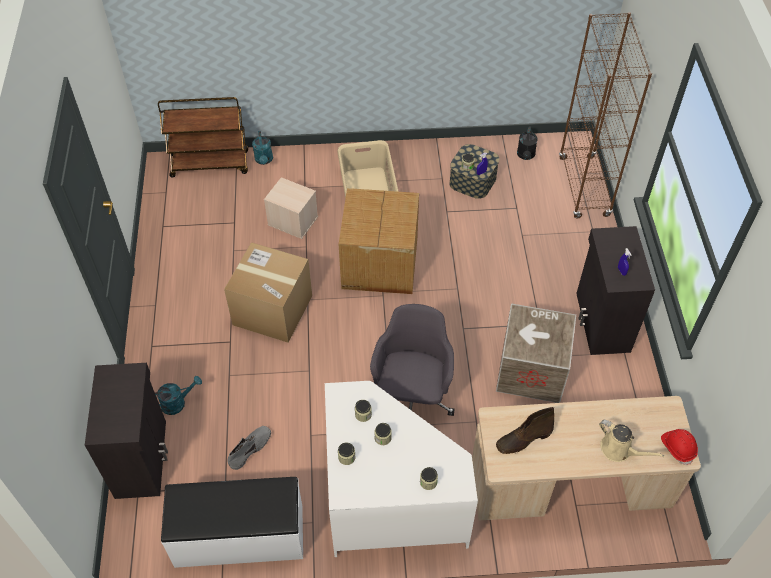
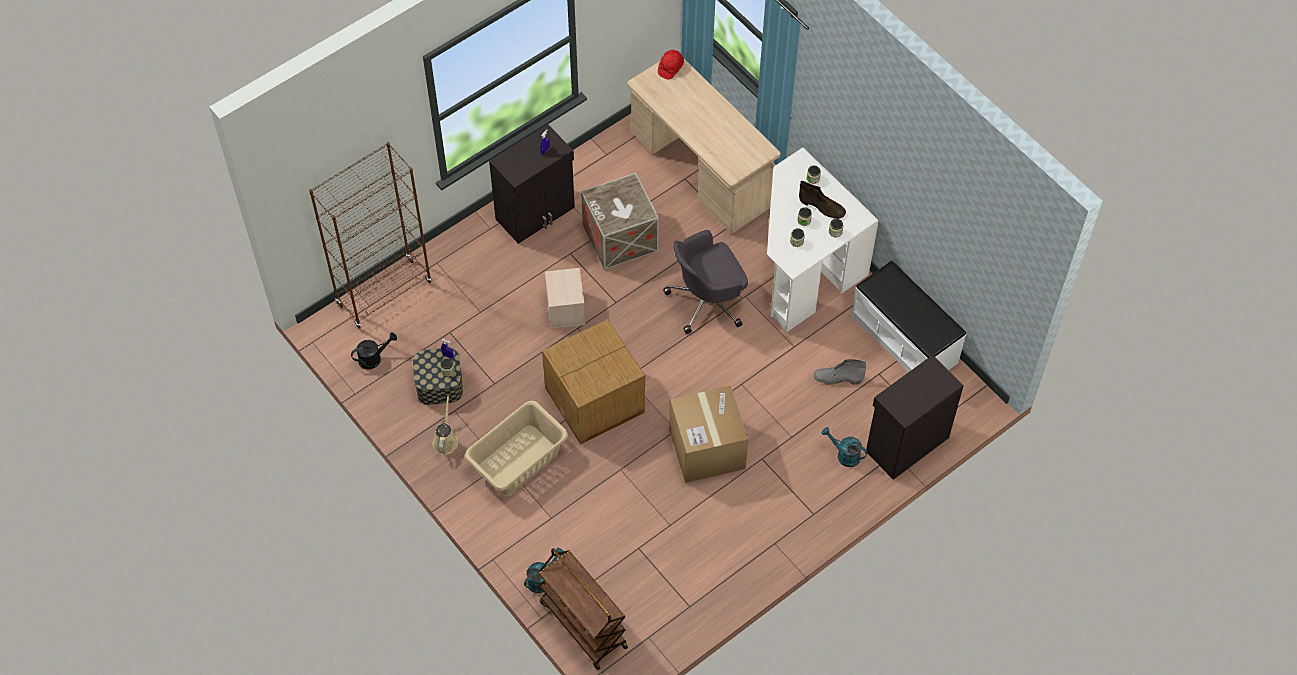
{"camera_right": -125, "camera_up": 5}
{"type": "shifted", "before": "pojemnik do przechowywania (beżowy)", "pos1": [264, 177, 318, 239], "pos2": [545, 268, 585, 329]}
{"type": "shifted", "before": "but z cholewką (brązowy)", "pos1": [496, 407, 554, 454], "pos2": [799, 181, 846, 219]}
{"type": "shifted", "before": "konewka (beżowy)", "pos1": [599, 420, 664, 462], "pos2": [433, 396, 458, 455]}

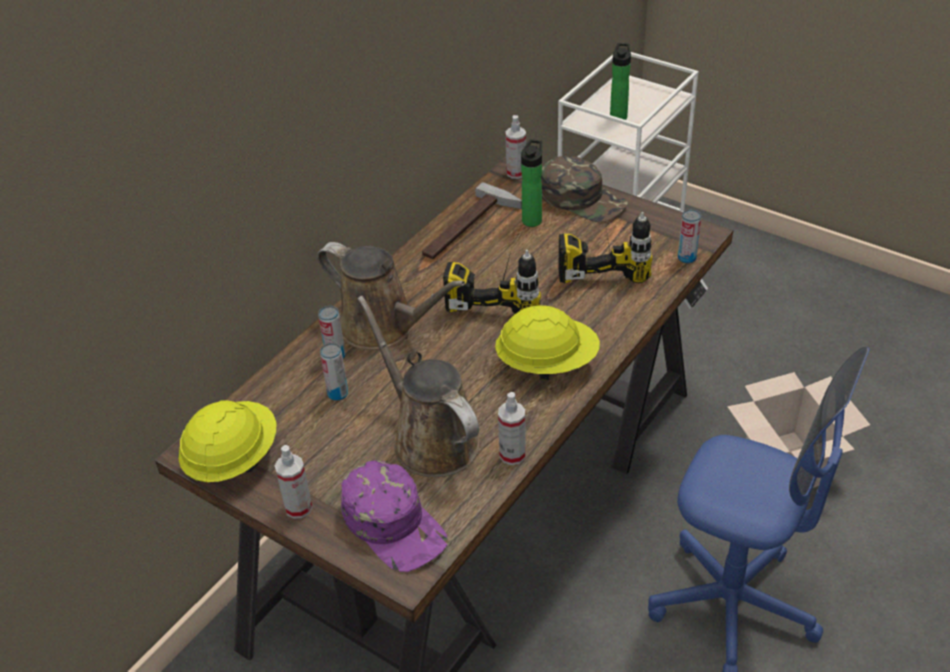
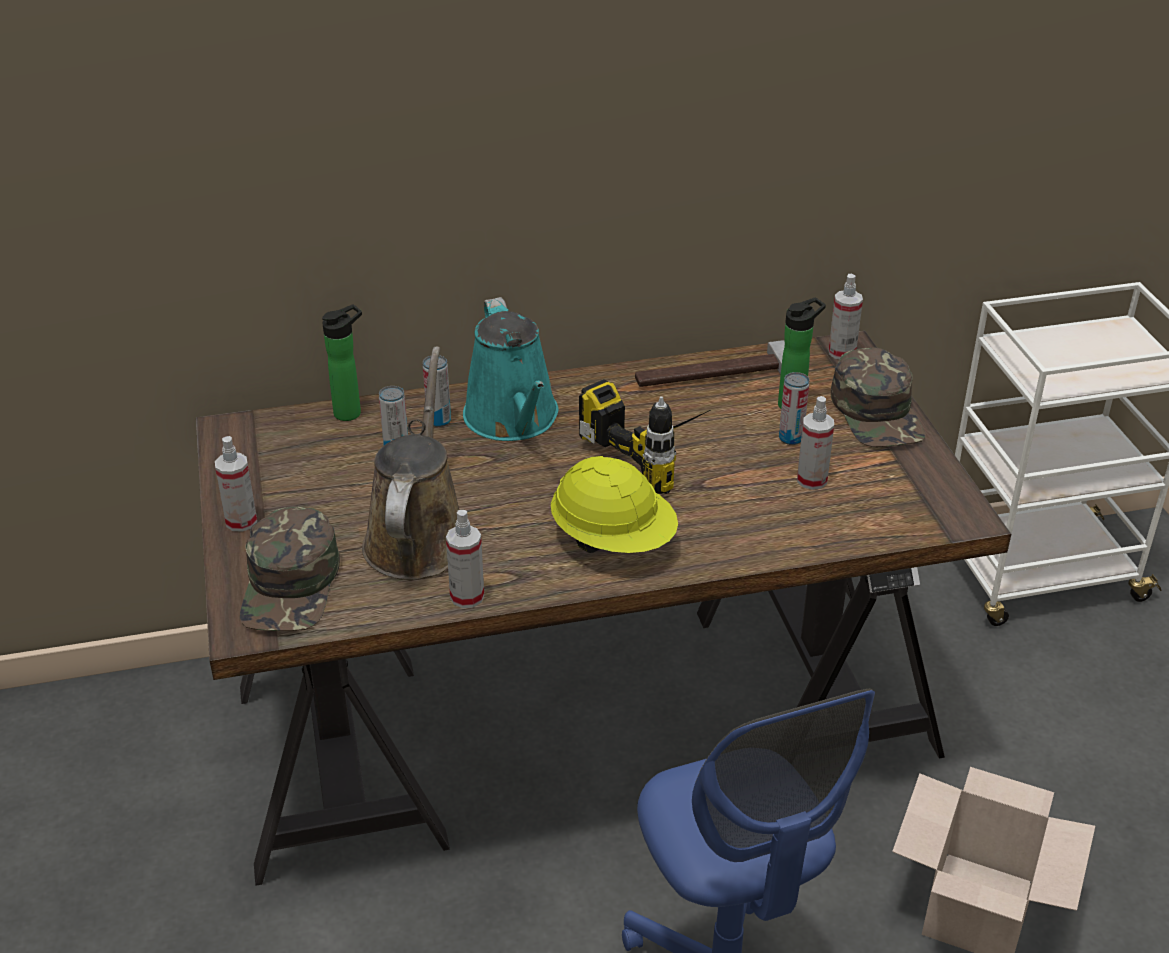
{"camera_right": 40, "camera_up": -5}
{"type": "shifted", "before": "butelka", "pos1": [610, 43, 631, 120], "pos2": [322, 304, 362, 421]}
{"type": "shifted", "before": "puszka", "pos1": [678, 209, 701, 264], "pos2": [779, 372, 810, 445]}
{"type": "swapped", "before": "wiertarka", "after": "spryskiwacz", "pos1": [559, 212, 652, 283], "pos2": [797, 396, 834, 490]}
{"type": "repainted", "before": "konewka (brązowy)", "after": "konewka (turkusowy)", "pos1": [317, 242, 465, 350], "pos2": [463, 297, 559, 441]}
{"type": "gone", "before": "kask (żółty)", "pos1": [178, 400, 276, 482]}
{"type": "repainted", "before": "czapka z daszkiem (fioletowy)", "after": "czapka z daszkiem (zielony)", "pos1": [341, 461, 448, 572], "pos2": [240, 507, 340, 631]}

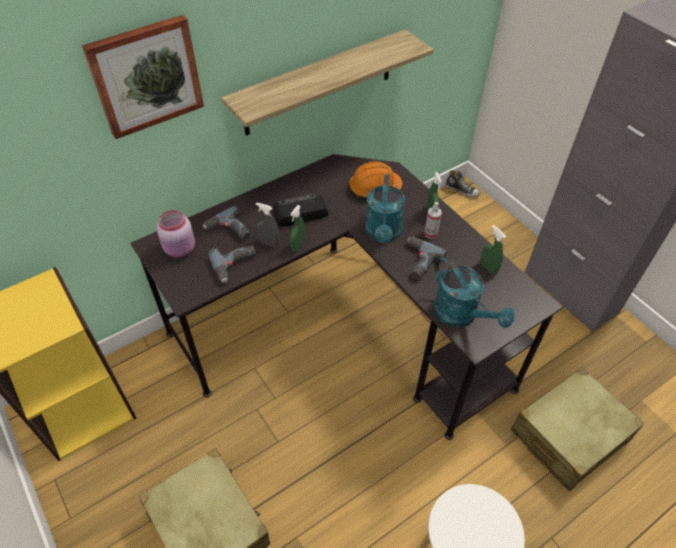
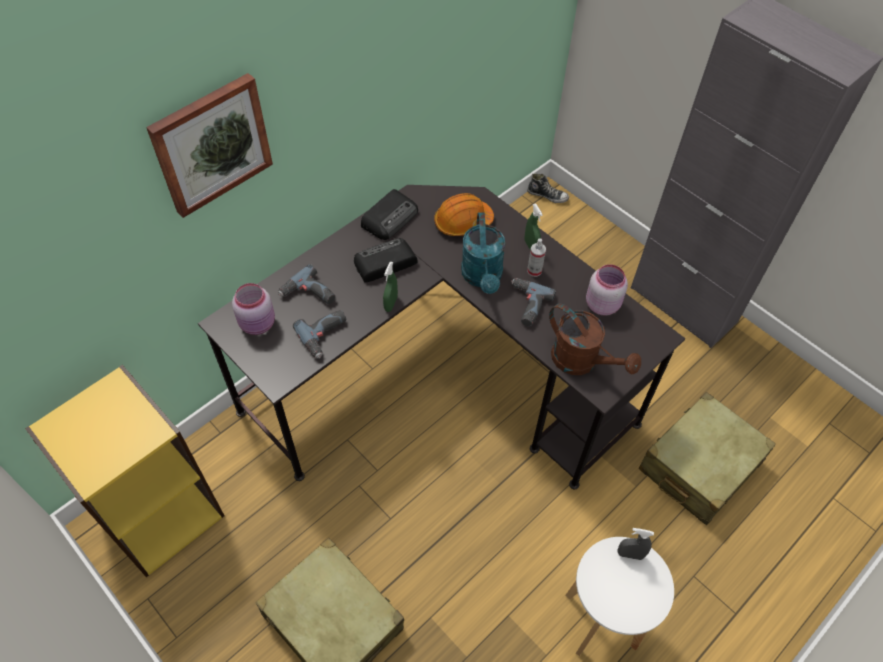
{"camera_right": -10, "camera_up": 5}
{"type": "gone", "before": "półka", "pos1": [221, 30, 434, 136]}
{"type": "shifted", "before": "spryskiwacz (szary)", "pos1": [256, 203, 279, 247], "pos2": [617, 528, 654, 560]}
{"type": "swapped", "before": "spryskiwacz (zielony)", "after": "słoik (różowy)", "pos1": [480, 225, 506, 275], "pos2": [586, 264, 628, 315]}
{"type": "repainted", "before": "konewka (turkusowy)", "after": "konewka (brązowy)", "pos1": [434, 257, 514, 328], "pos2": [549, 303, 641, 375]}
{"type": "new", "after": "radio", "pos2": [361, 189, 418, 240]}

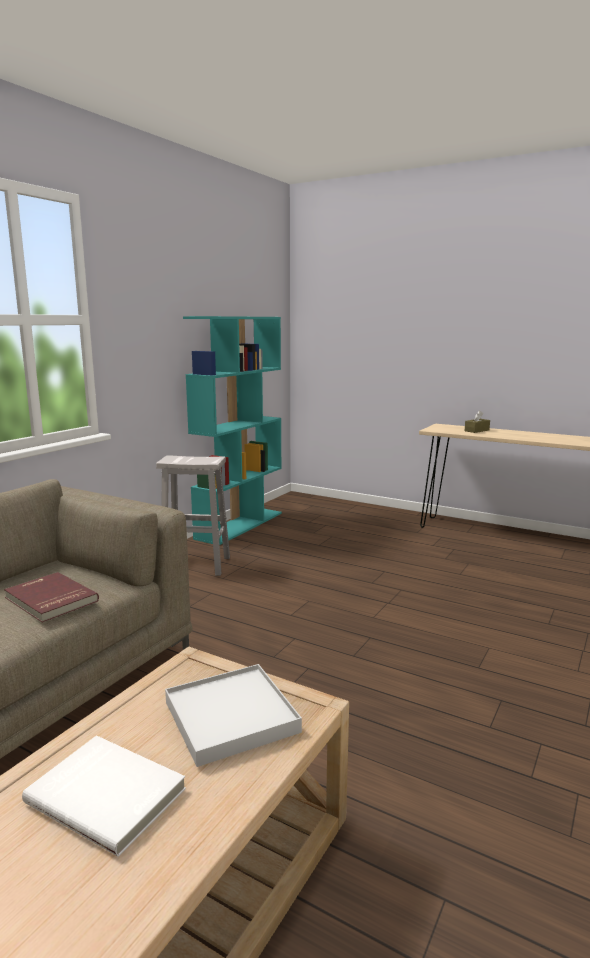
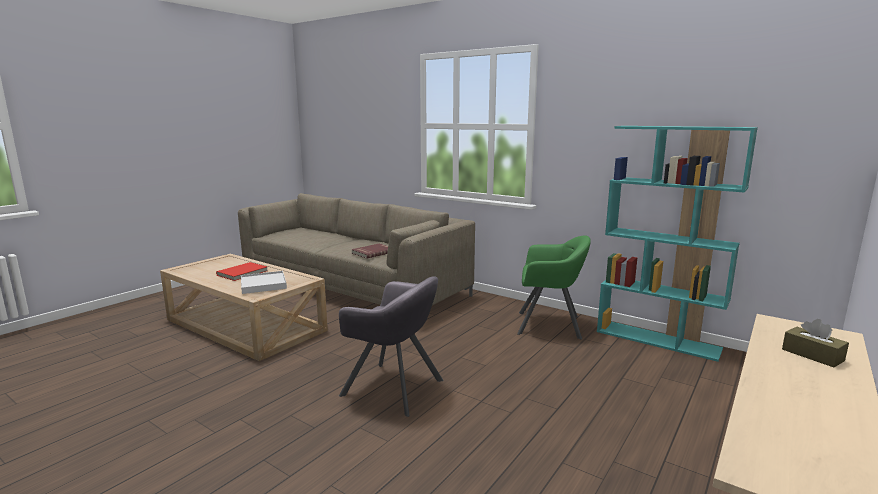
{"camera_right": 95, "camera_up": 0}
{"type": "swapped", "before": "stołek (biały)", "after": "fotel (zielony)", "pos1": [156, 455, 230, 576], "pos2": [517, 236, 591, 339]}
{"type": "repainted", "before": "książka (biały)", "after": "książka (czerwony)", "pos1": [22, 735, 186, 857], "pos2": [216, 262, 267, 281]}
{"type": "new", "after": "fotel (szary)", "pos2": [339, 276, 443, 417]}

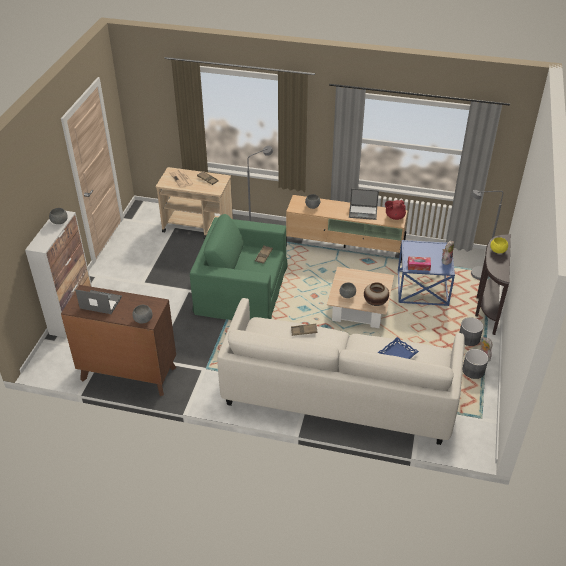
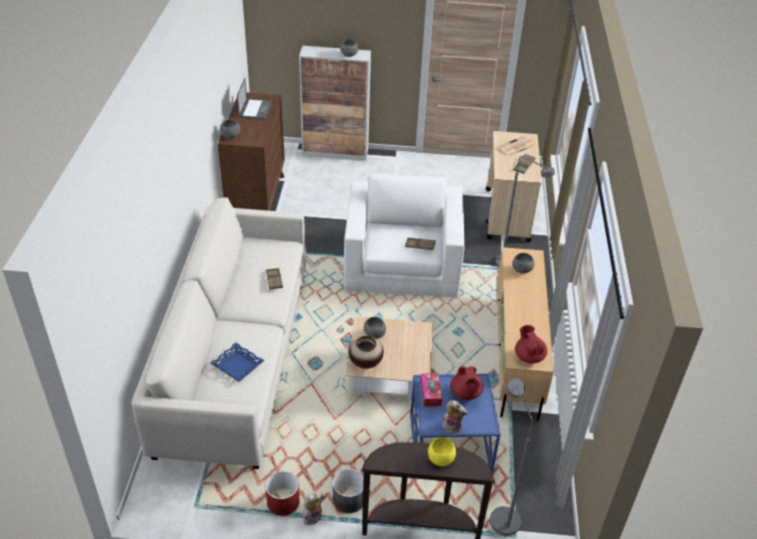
{"camera_right": 80, "camera_up": 0}
{"type": "gone", "before": "laptop", "pos1": [349, 189, 379, 220]}
{"type": "repainted", "before": "fotel (zielony)", "after": "fotel (biały)", "pos1": [190, 214, 288, 320], "pos2": [343, 174, 465, 298]}
{"type": "repainted", "before": "donica (szary)", "after": "donica (czerwony)", "pos1": [463, 349, 488, 379], "pos2": [265, 471, 300, 516]}
{"type": "new", "after": "imbryk (czerwony)", "pos2": [450, 366, 483, 400]}

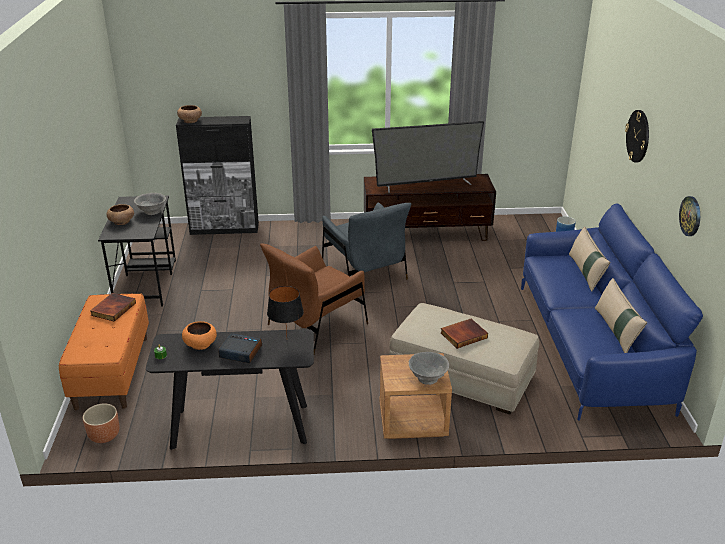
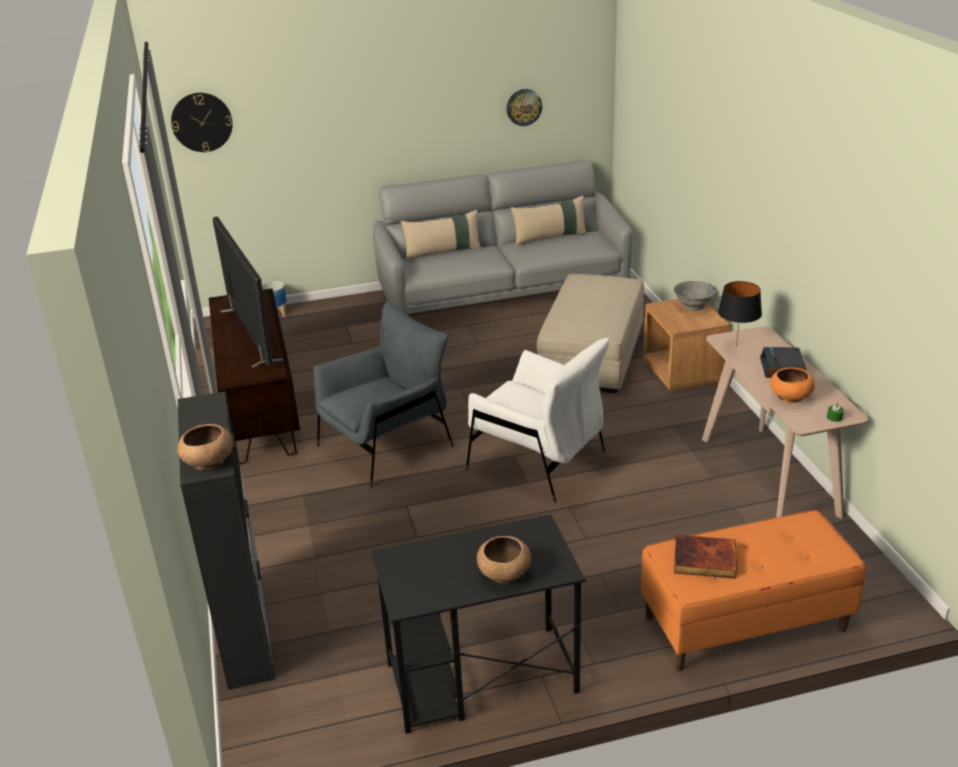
{"camera_right": -100, "camera_up": 0}
{"type": "shifted", "before": "zegar ścienny", "pos1": [625, 110, 649, 162], "pos2": [171, 93, 233, 152]}
{"type": "gone", "before": "miska (szary)", "pos1": [134, 193, 166, 215]}
{"type": "repainted", "before": "kanapa (niebieski)", "after": "kanapa (szary)", "pos1": [521, 204, 703, 421], "pos2": [373, 160, 632, 315]}
{"type": "repainted", "before": "fotel (brązowy)", "after": "fotel (biały)", "pos1": [260, 243, 368, 354], "pos2": [466, 337, 610, 503]}
{"type": "gone", "before": "książka", "pos1": [441, 319, 488, 349]}
{"type": "repainted", "before": "stolik konsolowy (czarny)", "after": "stolik konsolowy (beżowy)", "pos1": [146, 329, 314, 450], "pos2": [702, 326, 868, 519]}
{"type": "gone", "before": "donica (brązowy)", "pos1": [83, 403, 119, 443]}

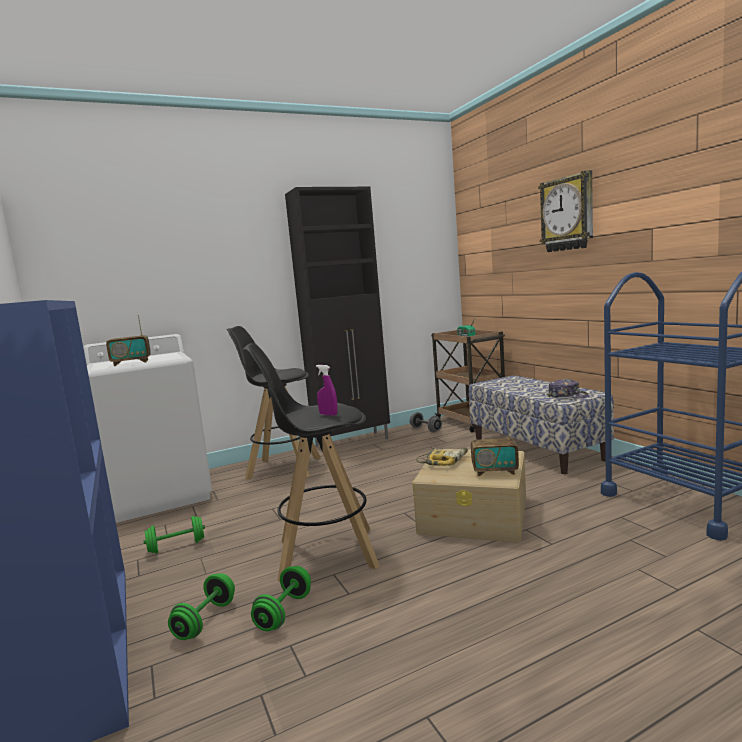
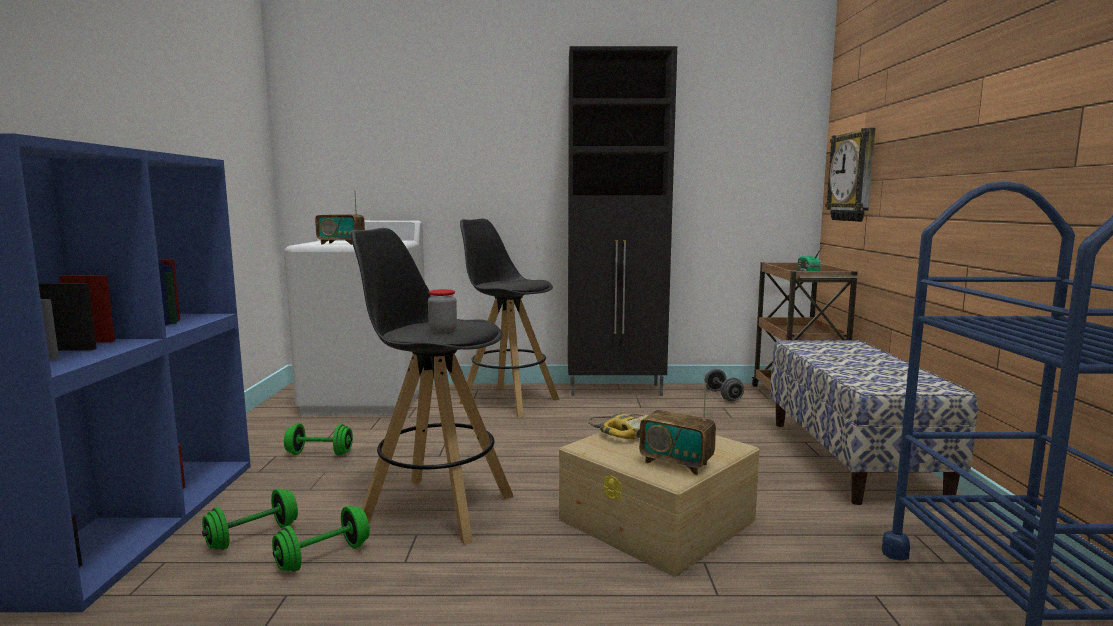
{"camera_right": 25, "camera_up": 0}
{"type": "shifted", "before": "zegar ścienny", "pos1": [538, 170, 593, 252], "pos2": [825, 128, 875, 222]}
{"type": "swapped", "before": "spryskiwacz (fioletowy)", "after": "słoik", "pos1": [316, 365, 337, 416], "pos2": [428, 289, 457, 333]}
{"type": "gone", "before": "czapka z daszkiem", "pos1": [548, 379, 589, 398]}

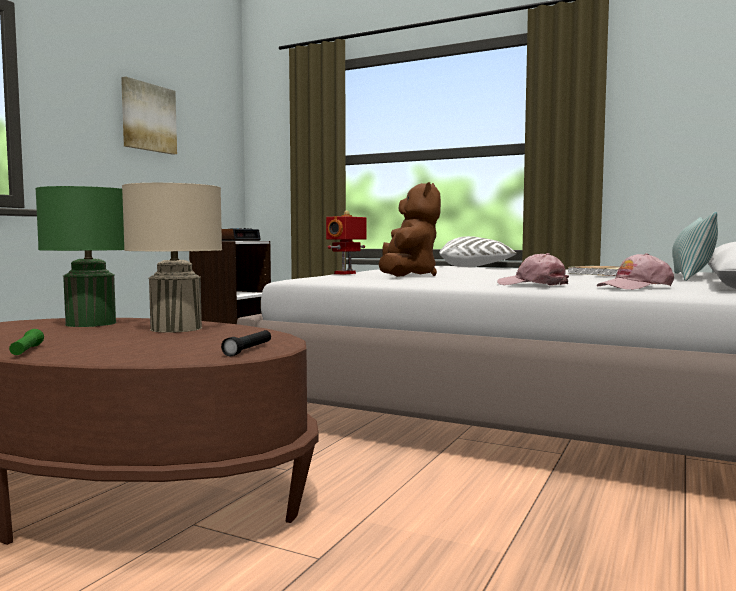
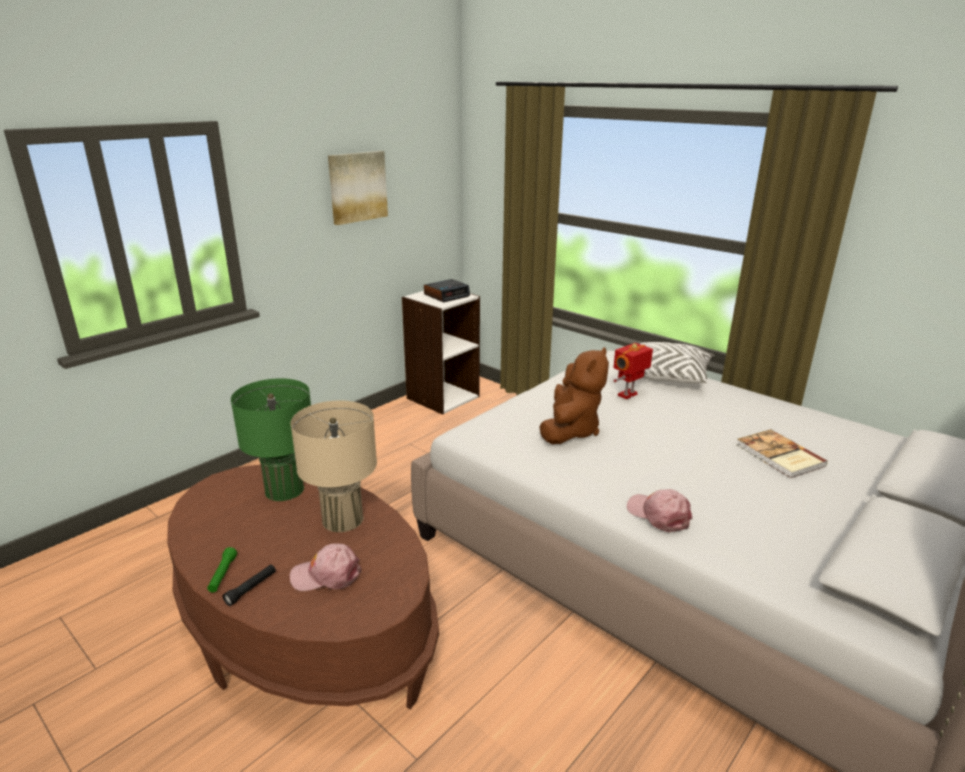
{"camera_right": 15, "camera_up": 20}
{"type": "shifted", "before": "robot zabawkowy", "pos1": [326, 210, 367, 275], "pos2": [613, 343, 653, 399]}
{"type": "gone", "before": "poduszka", "pos1": [672, 212, 718, 281]}
{"type": "shifted", "before": "czapka z daszkiem (różowy)", "pos1": [597, 253, 674, 290], "pos2": [289, 544, 361, 591]}
{"type": "shifted", "before": "latarka (czarny)", "pos1": [221, 330, 271, 357], "pos2": [223, 564, 276, 606]}

